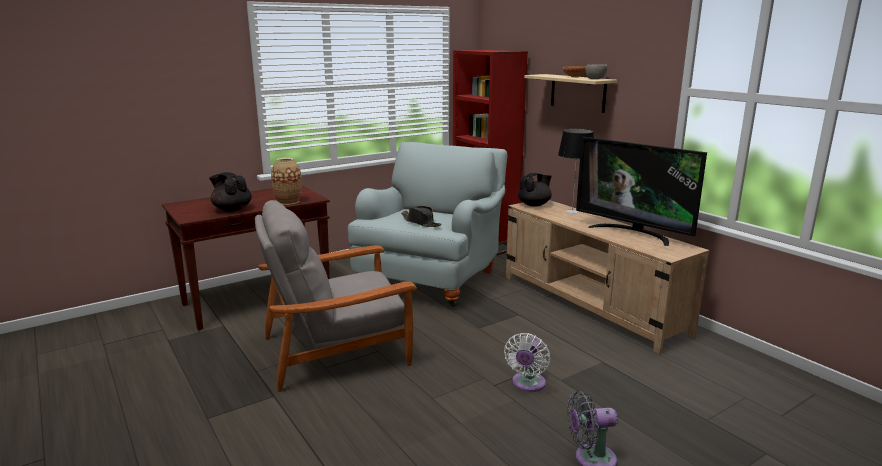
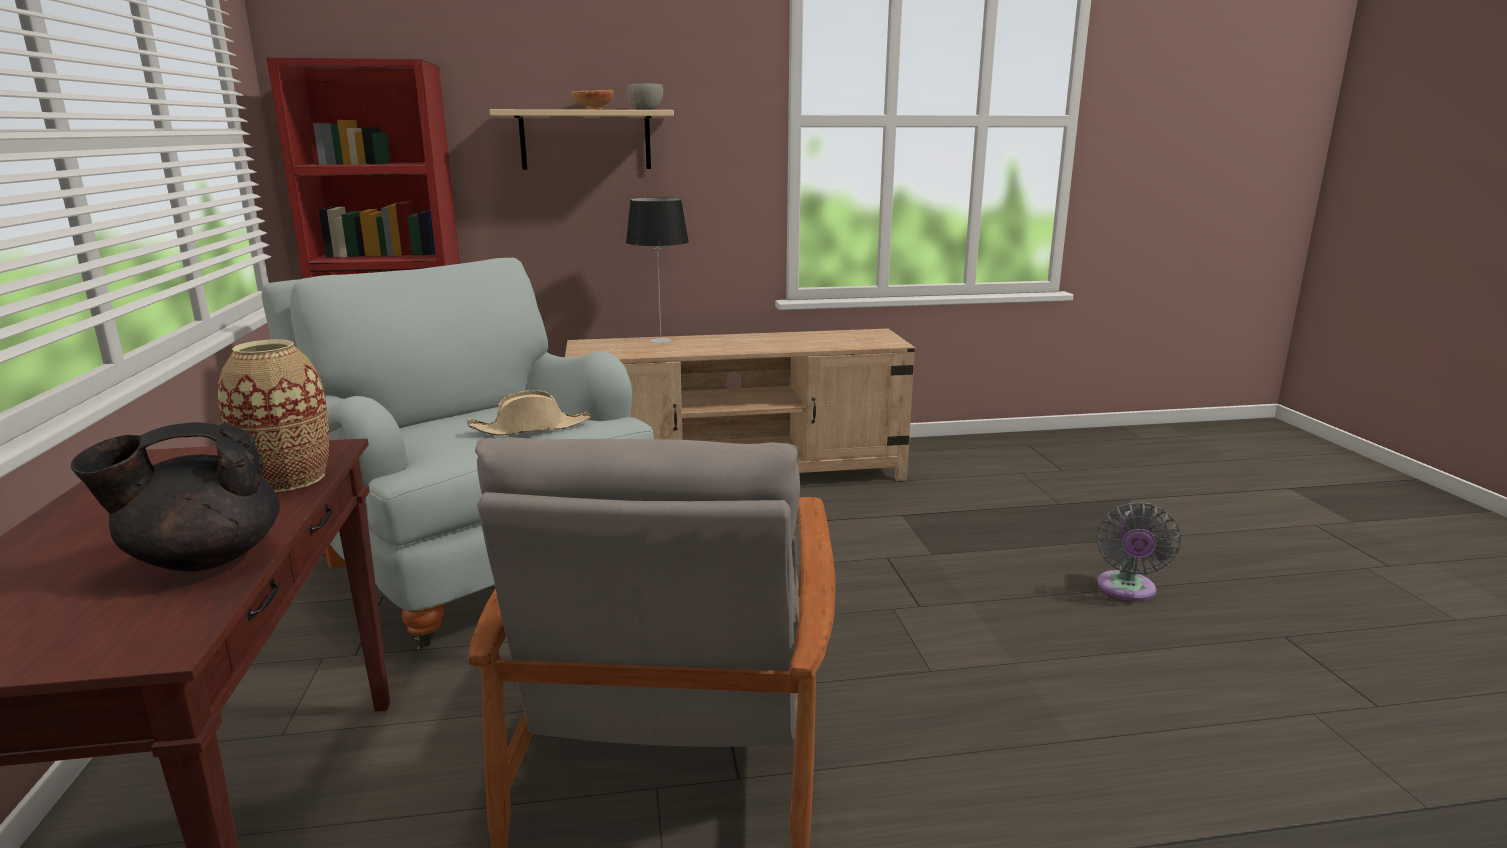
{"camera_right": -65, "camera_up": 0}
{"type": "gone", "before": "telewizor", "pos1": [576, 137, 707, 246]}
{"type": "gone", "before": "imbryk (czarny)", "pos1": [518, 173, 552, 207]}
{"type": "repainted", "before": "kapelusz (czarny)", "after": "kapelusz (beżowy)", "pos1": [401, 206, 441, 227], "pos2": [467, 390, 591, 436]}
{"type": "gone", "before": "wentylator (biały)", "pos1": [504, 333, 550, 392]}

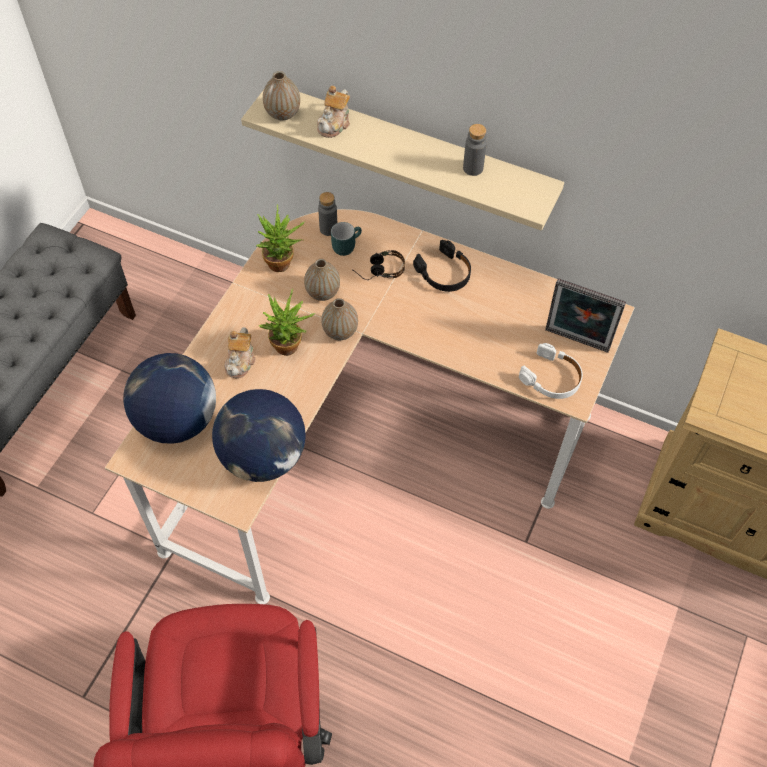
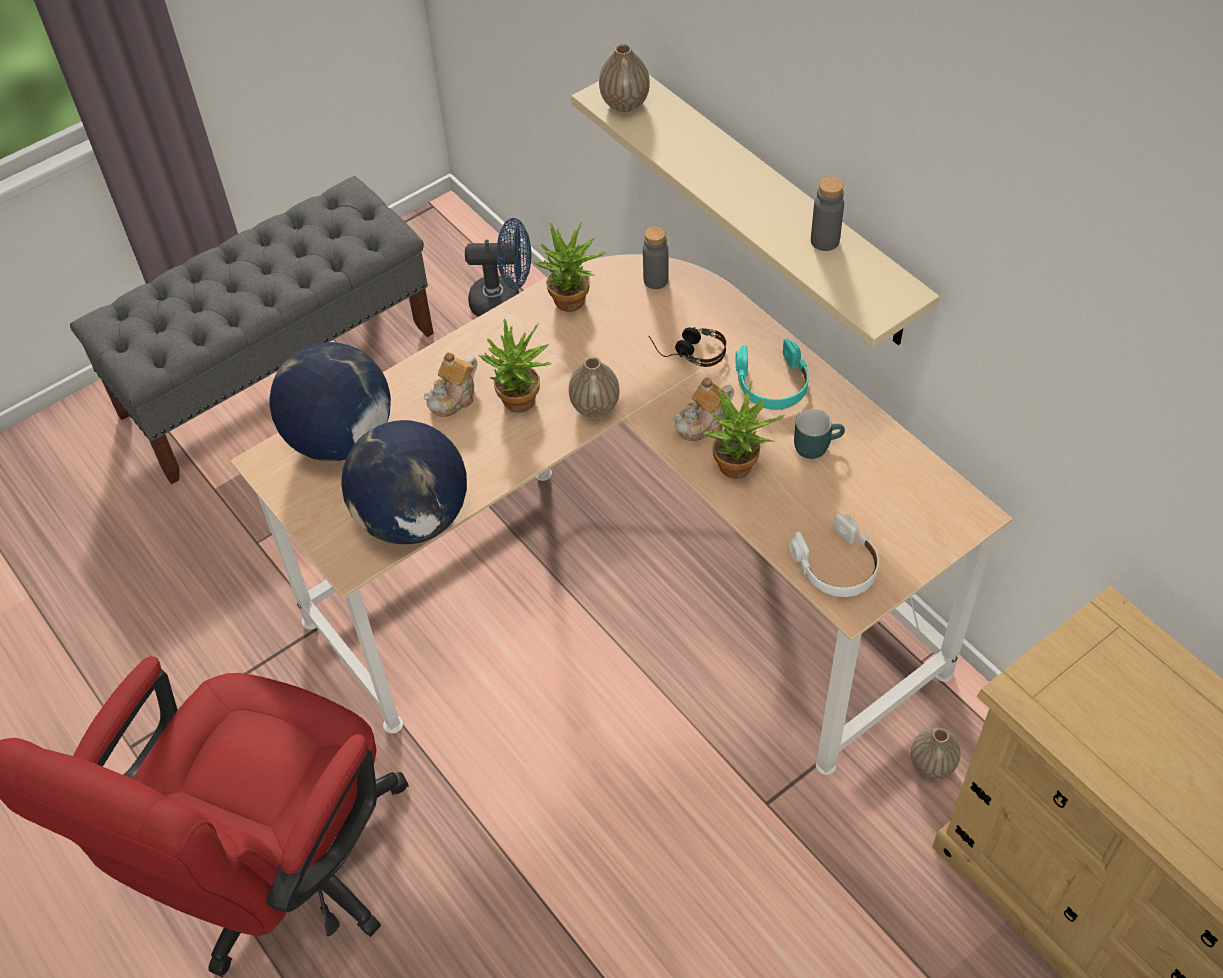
{"camera_right": 30, "camera_up": -5}
{"type": "shifted", "before": "imbryk", "pos1": [317, 86, 350, 138], "pos2": [672, 378, 734, 441]}
{"type": "shifted", "before": "kubek (turkusowy)", "pos1": [331, 222, 362, 256], "pos2": [794, 409, 845, 459]}
{"type": "repainted", "before": "słuchawki (czarny)", "after": "słuchawki (turkusowy)", "pos1": [413, 240, 471, 292], "pos2": [736, 338, 809, 410]}
{"type": "shifted", "before": "wazon", "pos1": [304, 259, 340, 301], "pos2": [911, 727, 961, 779]}
{"type": "gone", "before": "ramka na zdjęcie", "pos1": [545, 278, 626, 353]}
{"type": "new", "after": "wentylator (niebieski)", "pos2": [465, 218, 531, 317]}
{"type": "new", "after": "roślina doniczkowa", "pos2": [704, 381, 785, 479]}

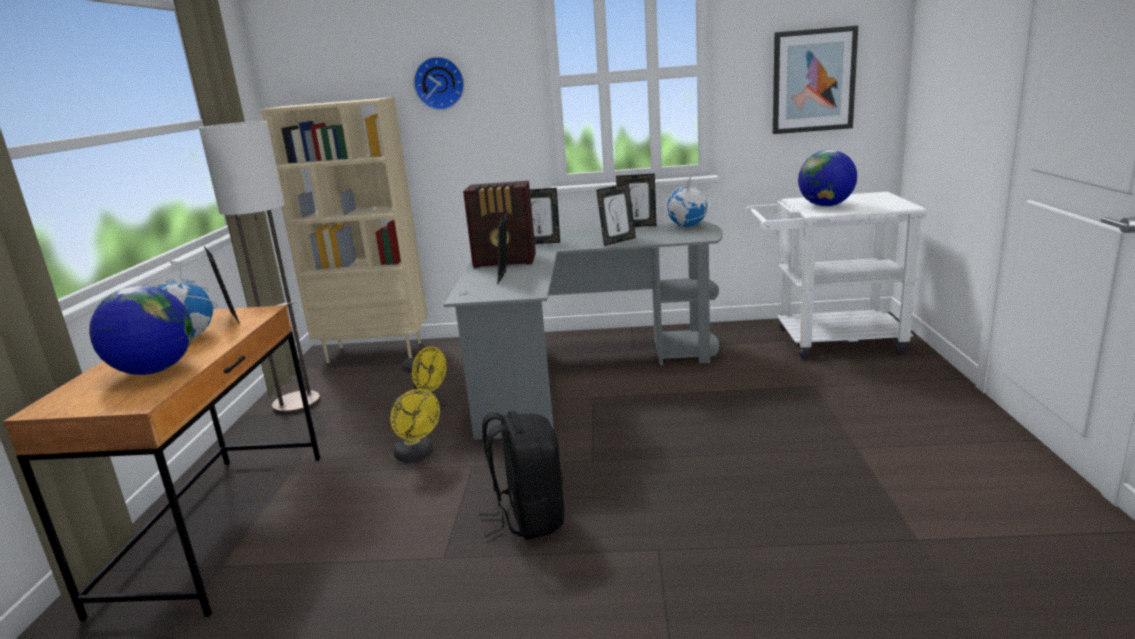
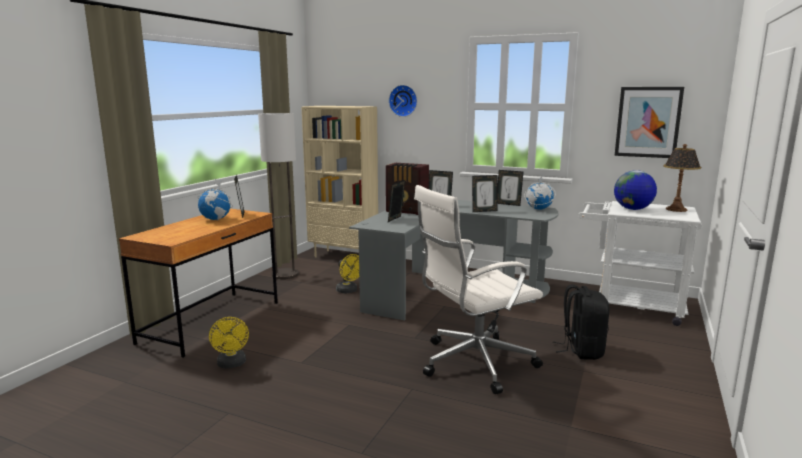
{"camera_right": 20, "camera_up": -5}
{"type": "gone", "before": "globus", "pos1": [89, 286, 193, 375]}
{"type": "shifted", "before": "wentylator (żółty)", "pos1": [390, 389, 440, 462], "pos2": [209, 317, 249, 369]}
{"type": "shifted", "before": "plecak (czarny)", "pos1": [479, 411, 564, 540], "pos2": [553, 285, 610, 360]}
{"type": "new", "after": "lampa stołowa", "pos2": [663, 144, 701, 212]}
{"type": "new", "after": "krzesło biurowe (biały)", "pos2": [414, 185, 543, 394]}

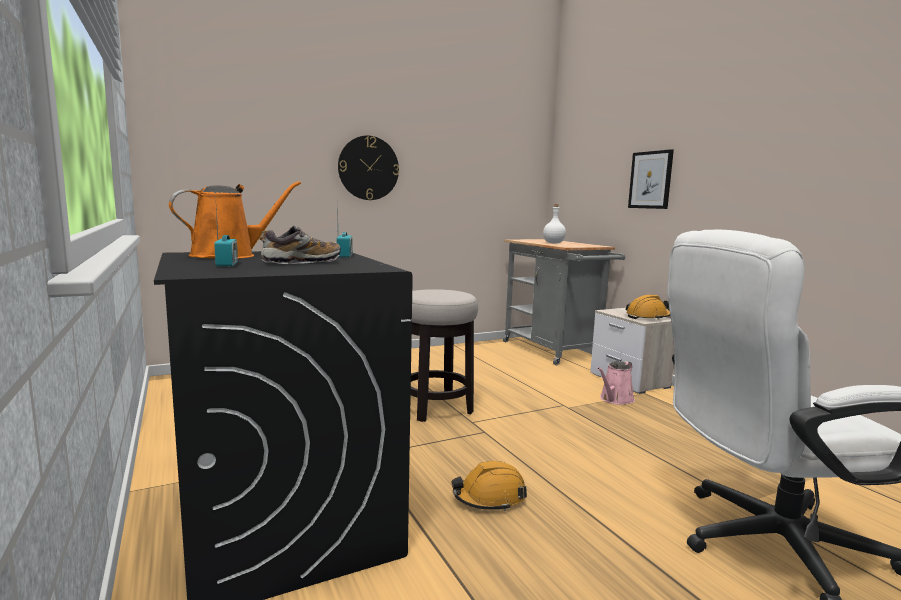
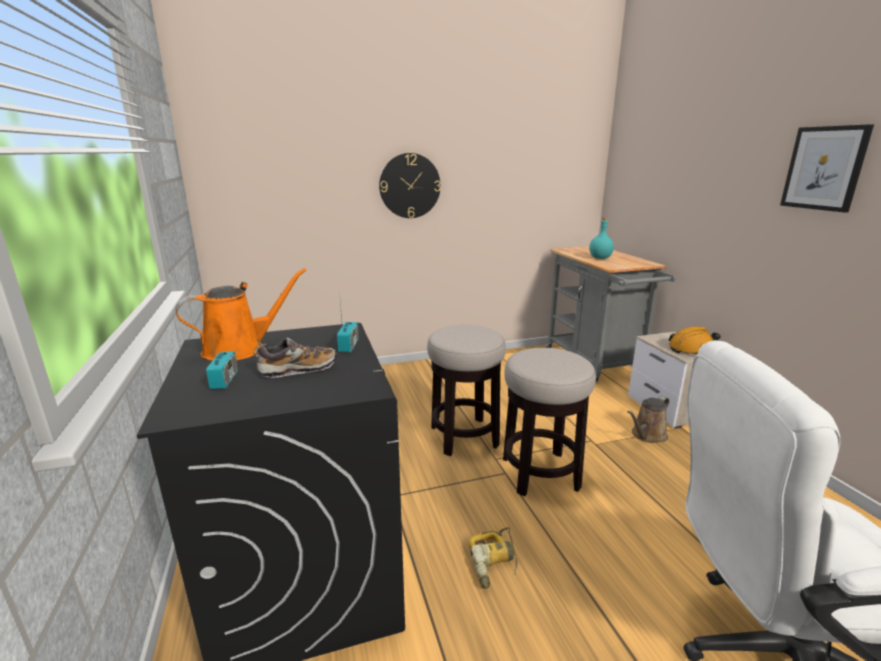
{"camera_right": 10, "camera_up": 10}
{"type": "shifted", "before": "obraz", "pos1": [628, 149, 674, 209], "pos2": [780, 124, 874, 213]}
{"type": "repainted", "before": "butelka (biały)", "after": "butelka (turkusowy)", "pos1": [543, 204, 566, 243], "pos2": [589, 217, 614, 259]}
{"type": "repainted", "before": "konewka (różowy)", "after": "konewka (brązowy)", "pos1": [597, 361, 635, 405], "pos2": [627, 396, 669, 443]}
{"type": "swapped", "before": "kask (pomarańczowy)", "after": "wiertarka", "pos1": [451, 461, 527, 511], "pos2": [469, 527, 517, 589]}
{"type": "new", "after": "stołek", "pos2": [503, 348, 596, 496]}

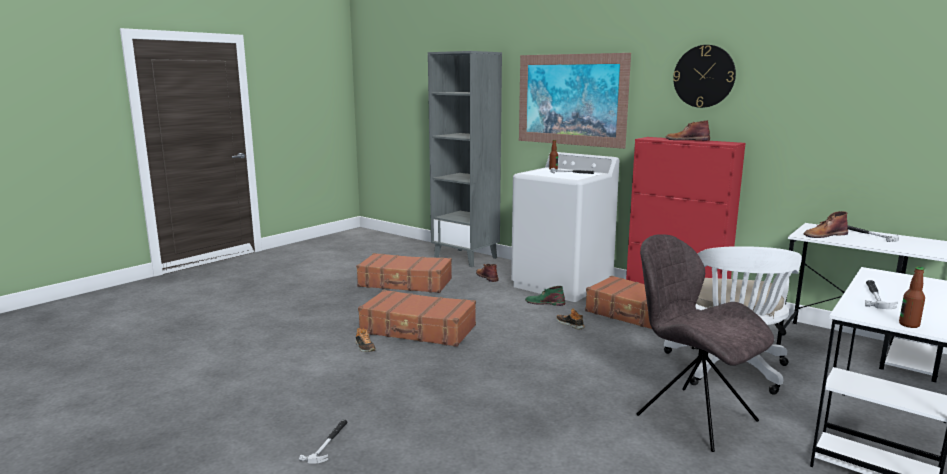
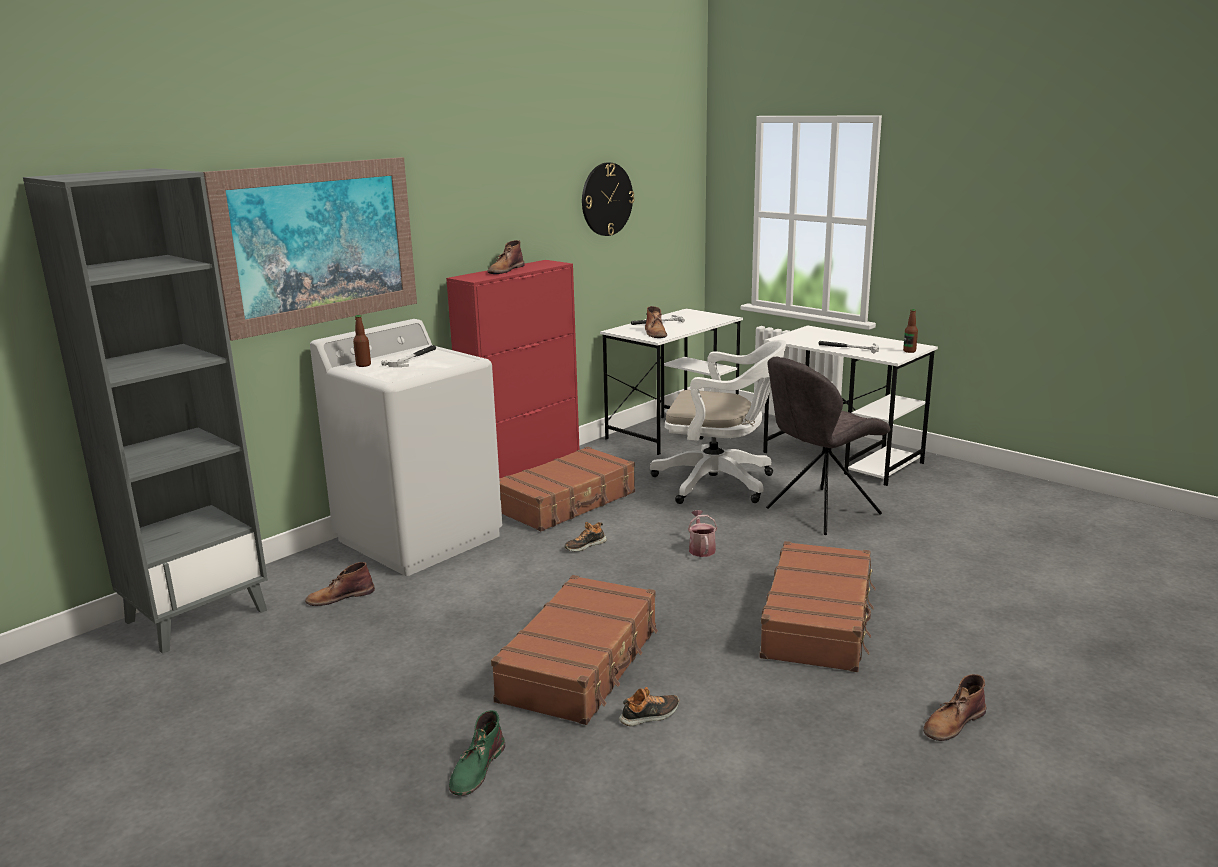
{"camera_right": -85, "camera_up": 5}
{"type": "shifted", "before": "zegar ścienny", "pos1": [673, 45, 736, 108], "pos2": [582, 163, 634, 236]}
{"type": "shifted", "before": "walizka (brązowy)", "pos1": [356, 253, 452, 293], "pos2": [759, 541, 875, 672]}
{"type": "shifted", "before": "but z cholewką (zielony)", "pos1": [525, 286, 565, 306], "pos2": [449, 710, 505, 796]}
{"type": "swapped", "before": "młotek", "after": "but z cholewką (brązowy)", "pos1": [299, 419, 347, 464], "pos2": [923, 674, 986, 741]}
{"type": "new", "after": "konewka", "pos2": [688, 510, 717, 557]}

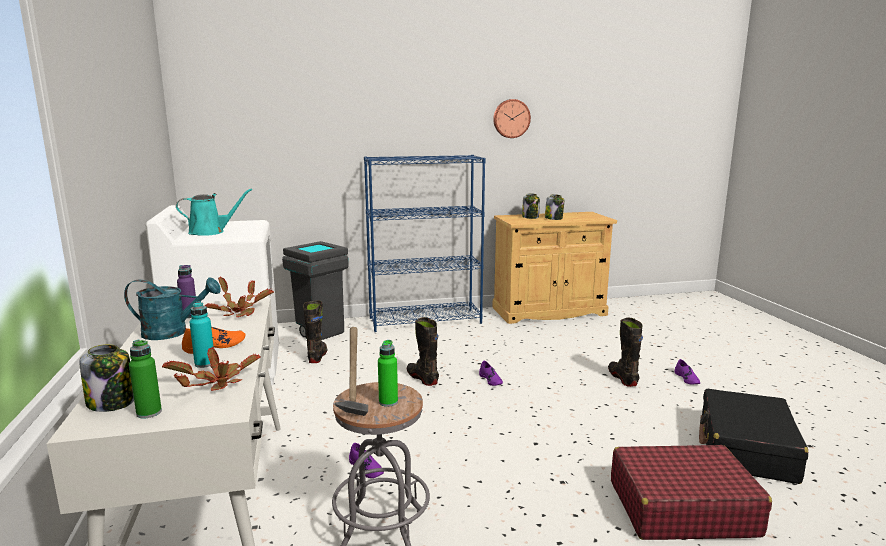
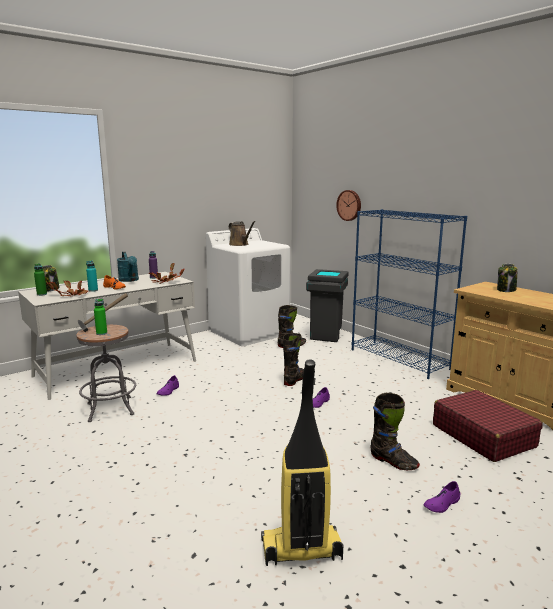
{"camera_right": 65, "camera_up": 0}
{"type": "shifted", "before": "zegar ścienny", "pos1": [493, 99, 531, 138], "pos2": [336, 190, 361, 221]}
{"type": "repainted", "before": "konewka (turkusowy)", "after": "konewka (brązowy)", "pos1": [176, 188, 252, 236], "pos2": [229, 221, 256, 246]}
{"type": "gone", "before": "słoik", "pos1": [545, 194, 564, 220]}
{"type": "rotated", "before": "but z cholewką (czarny)", "pos1": [608, 318, 643, 387], "pos2": [370, 393, 420, 470], "turn": 75}
{"type": "swapped", "before": "walizka (czarny)", "after": "odkurzacz", "pos1": [699, 389, 808, 484], "pos2": [261, 360, 343, 566]}
{"type": "shifted", "before": "walizka (czerwony)", "pos1": [611, 445, 772, 540], "pos2": [433, 390, 543, 462]}

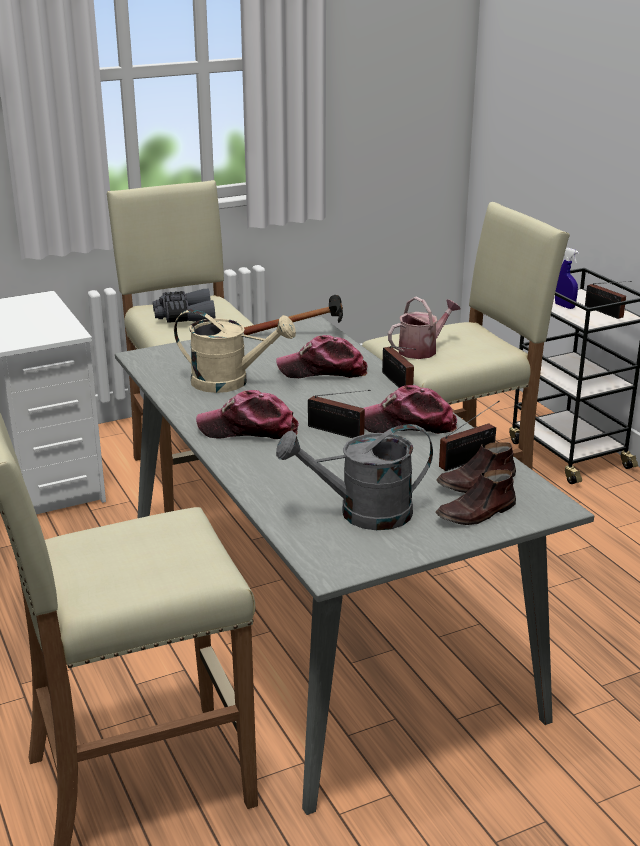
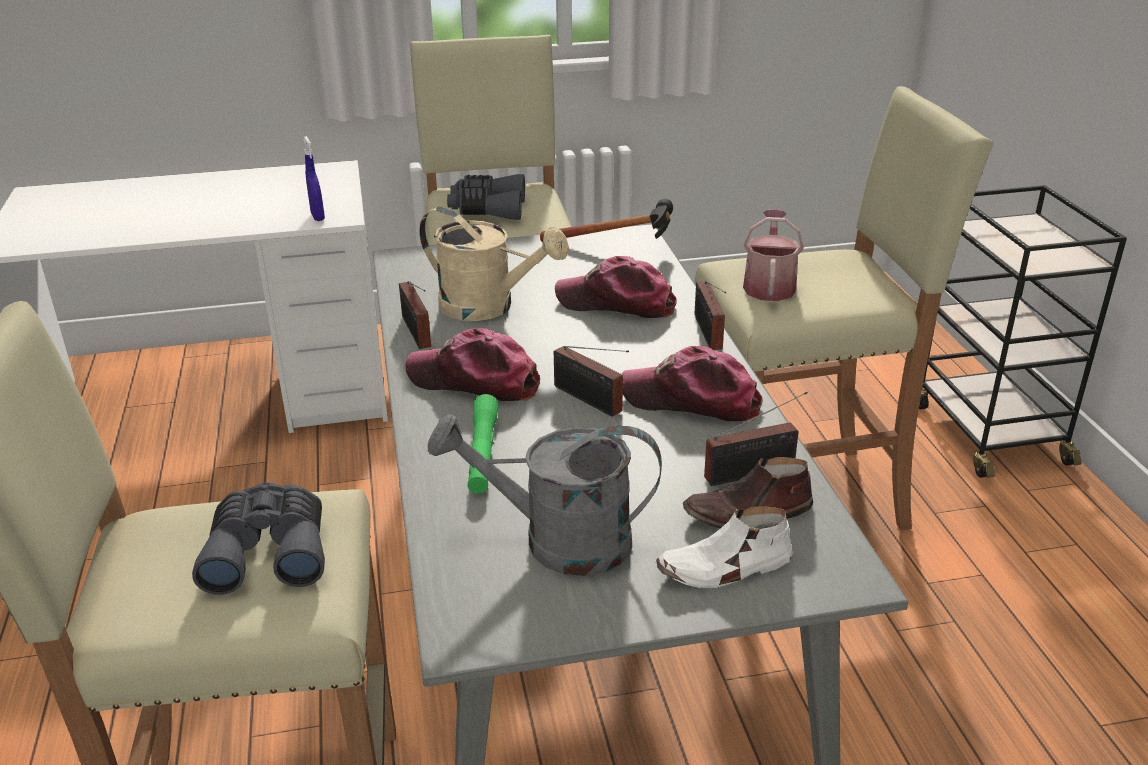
{"camera_right": 15, "camera_up": 5}
{"type": "shifted", "before": "spryskiwacz (niebieski)", "pos1": [555, 248, 579, 309], "pos2": [303, 136, 325, 221]}
{"type": "shifted", "before": "radio", "pos1": [585, 281, 632, 319], "pos2": [399, 281, 431, 349]}
{"type": "rotated", "before": "konewka", "pos1": [388, 297, 461, 359], "pos2": [743, 209, 804, 301], "turn": -60}
{"type": "repainted", "before": "but (brązowy)", "after": "but (biały)", "pos1": [435, 470, 516, 525], "pos2": [655, 506, 793, 588]}
{"type": "new", "after": "latarka (zielony)", "pos2": [467, 394, 499, 494]}
{"type": "new", "after": "lornetka (szary)", "pos2": [192, 482, 325, 595]}

